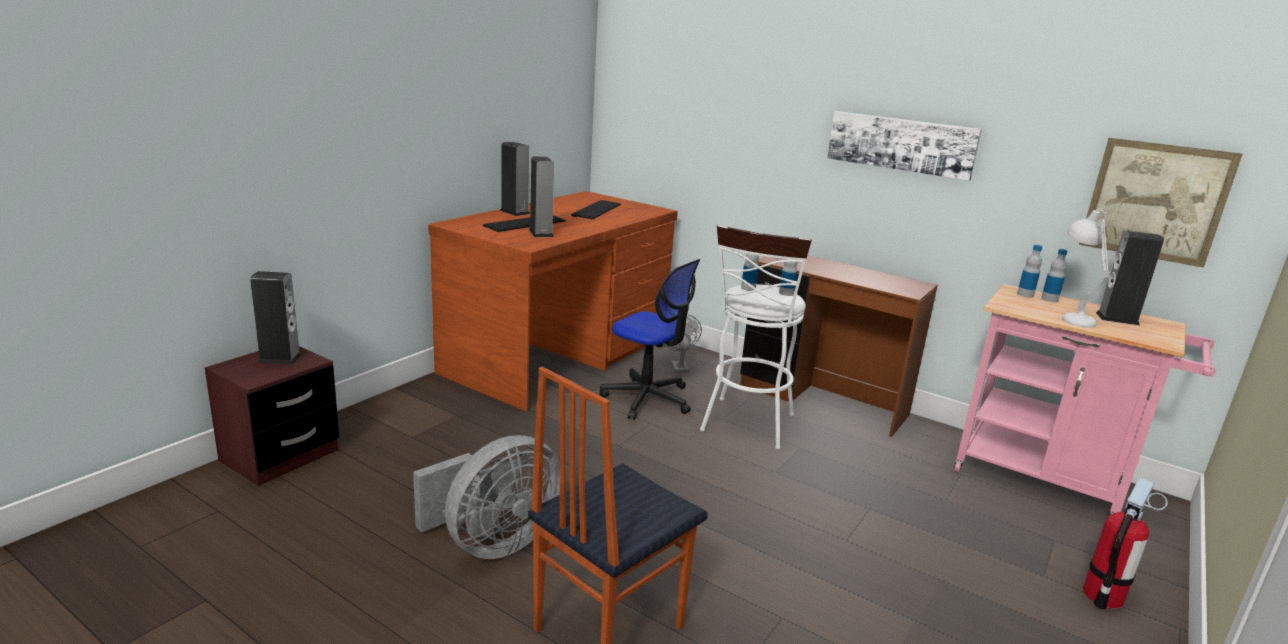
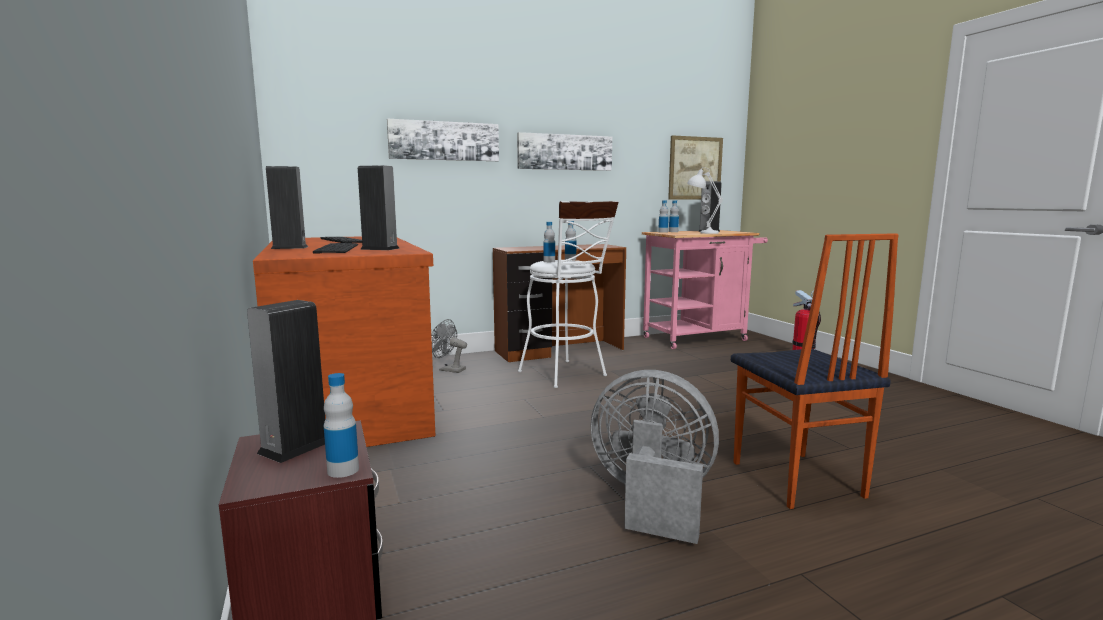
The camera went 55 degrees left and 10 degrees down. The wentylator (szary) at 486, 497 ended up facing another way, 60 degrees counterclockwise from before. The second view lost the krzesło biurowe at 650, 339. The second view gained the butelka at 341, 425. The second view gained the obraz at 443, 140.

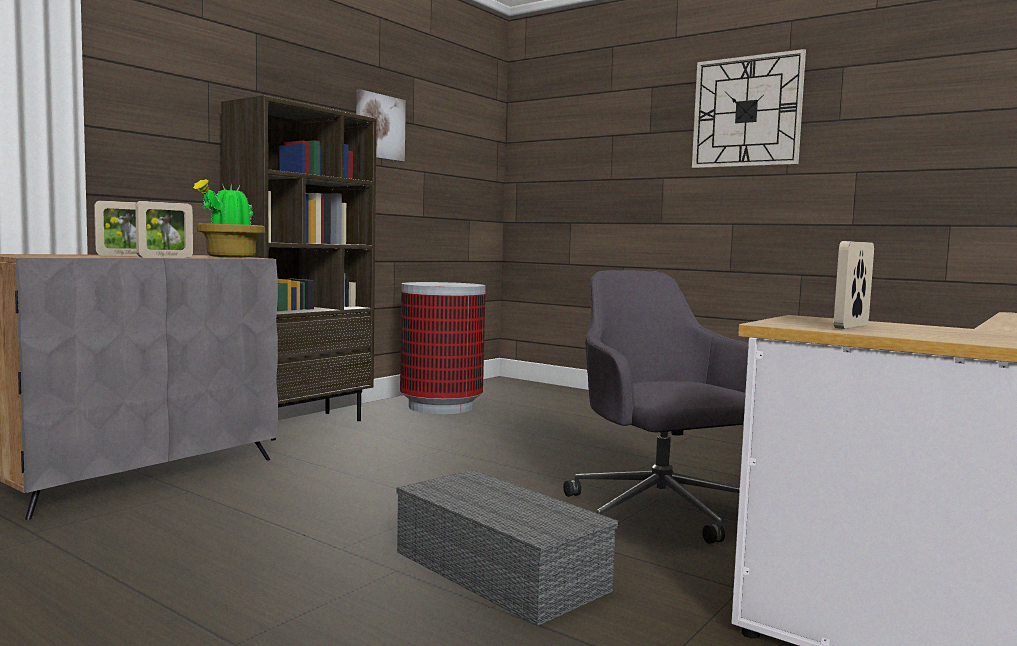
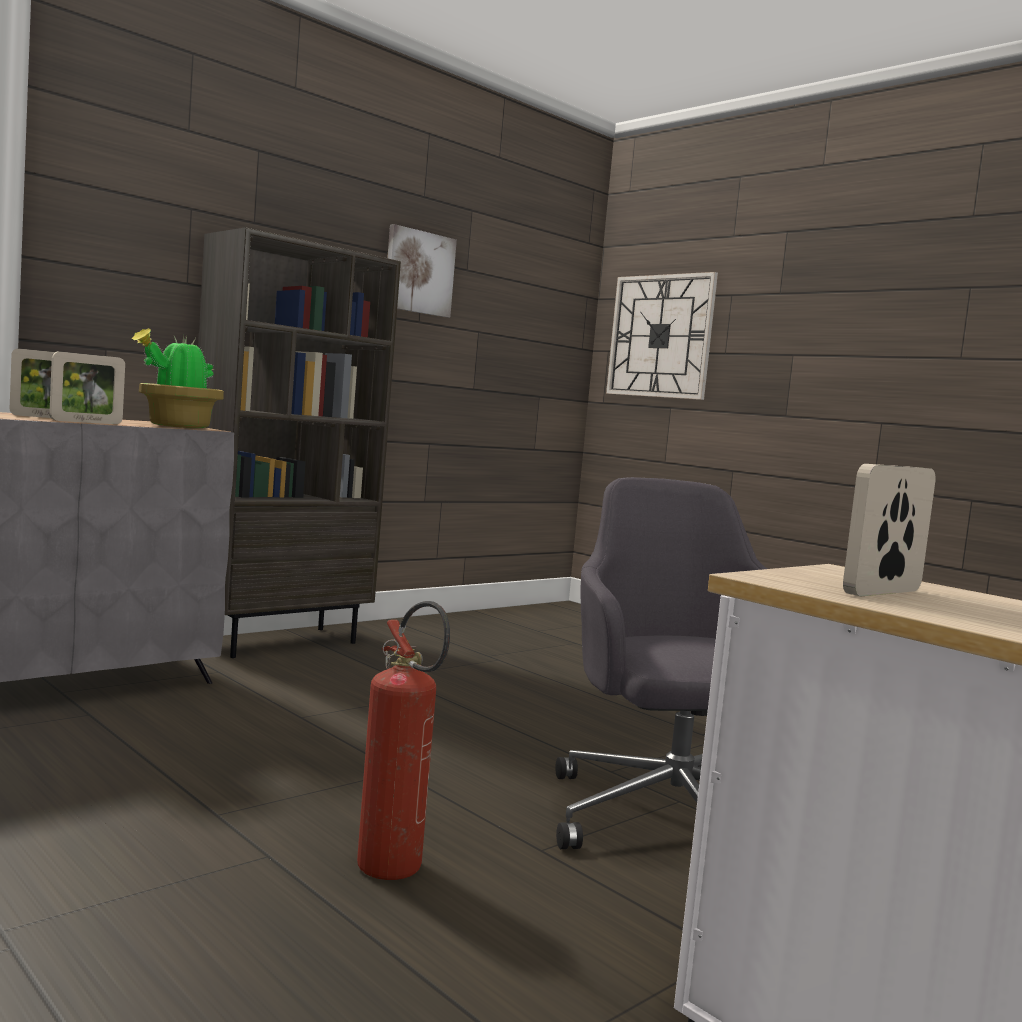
The camera went 10 degrees right and 0 degrees up. Where the pojemnik do przechowywania (szary) stood at 507, 547, the gaśnica came to stand at 403, 740. The second view lost the kosz na śmieci at 443, 348. The zegar ścienny ended up elsewhere, having gone from 749, 108 to 662, 336.

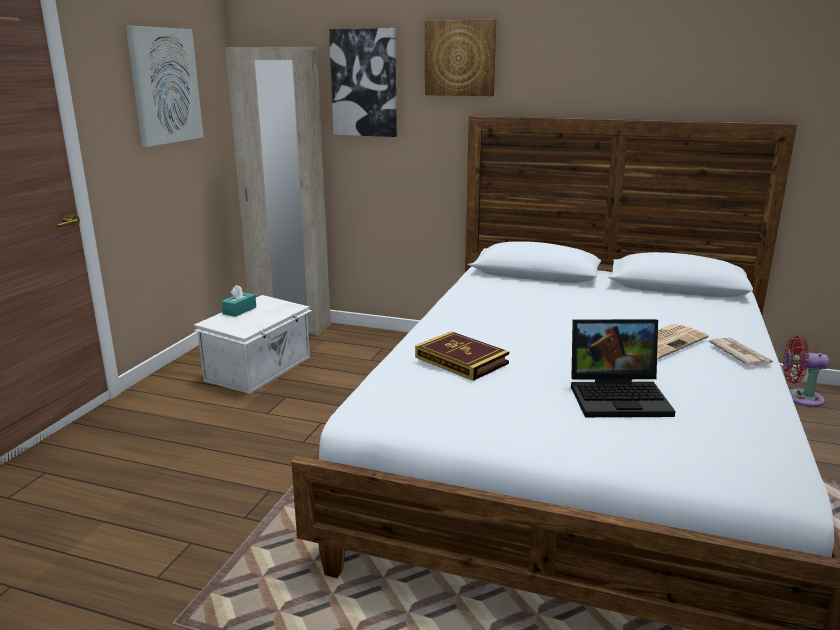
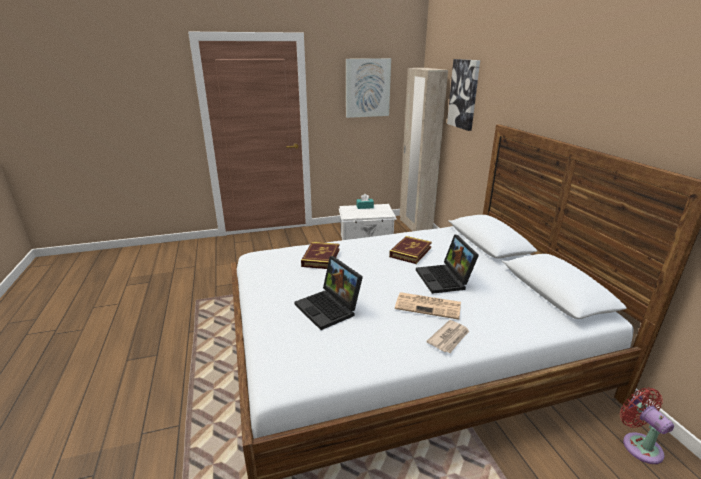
The camera went 55 degrees right and 5 degrees up. The second view lost the obraz at 460, 57. The second view gained the książka at 410, 250. The second view gained the laptop at 447, 264.

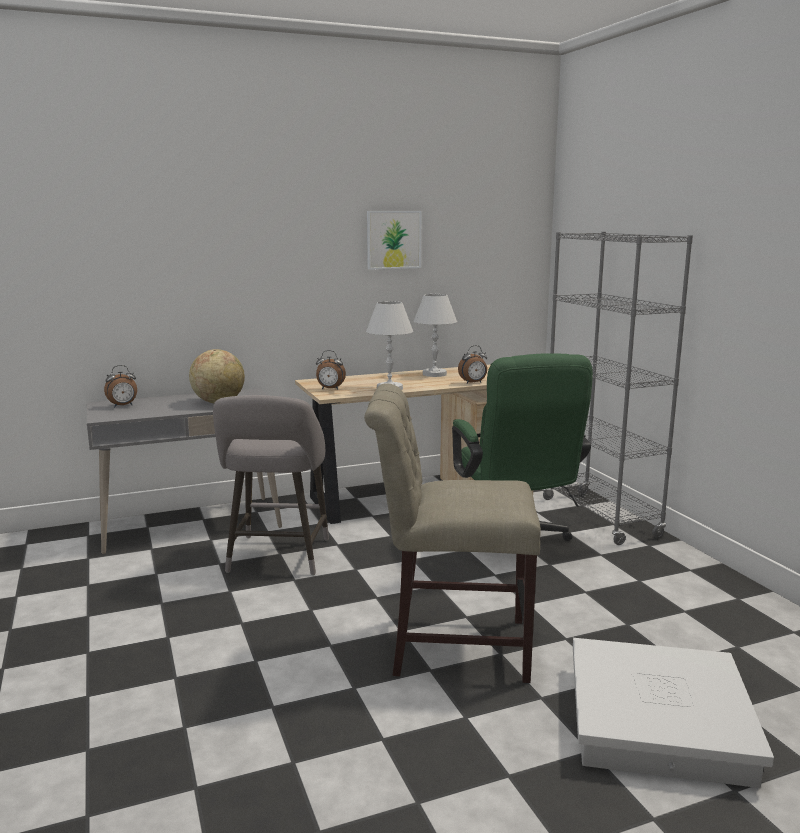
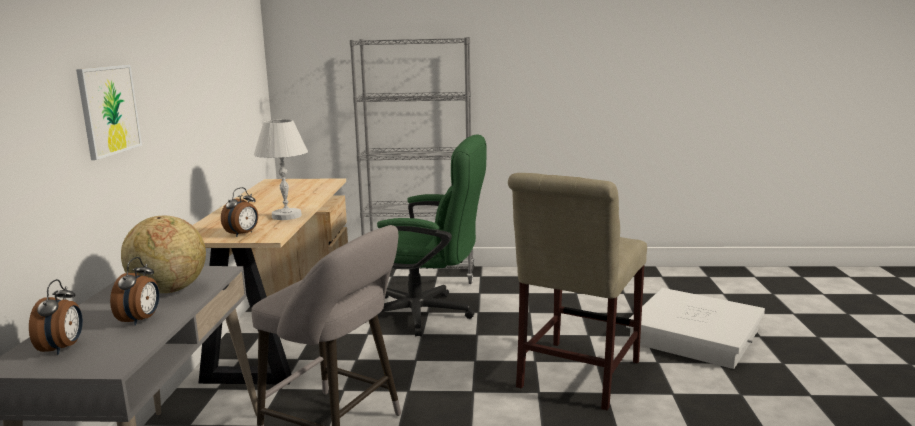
The camera went 65 degrees left and 0 degrees up. The obraz ended up elsewhere, having gone from 394, 240 to 109, 112. The second view lost the lampa stołowa (biały) at 435, 335. The budzik ended up elsewhere, having gone from 472, 364 to 134, 291.

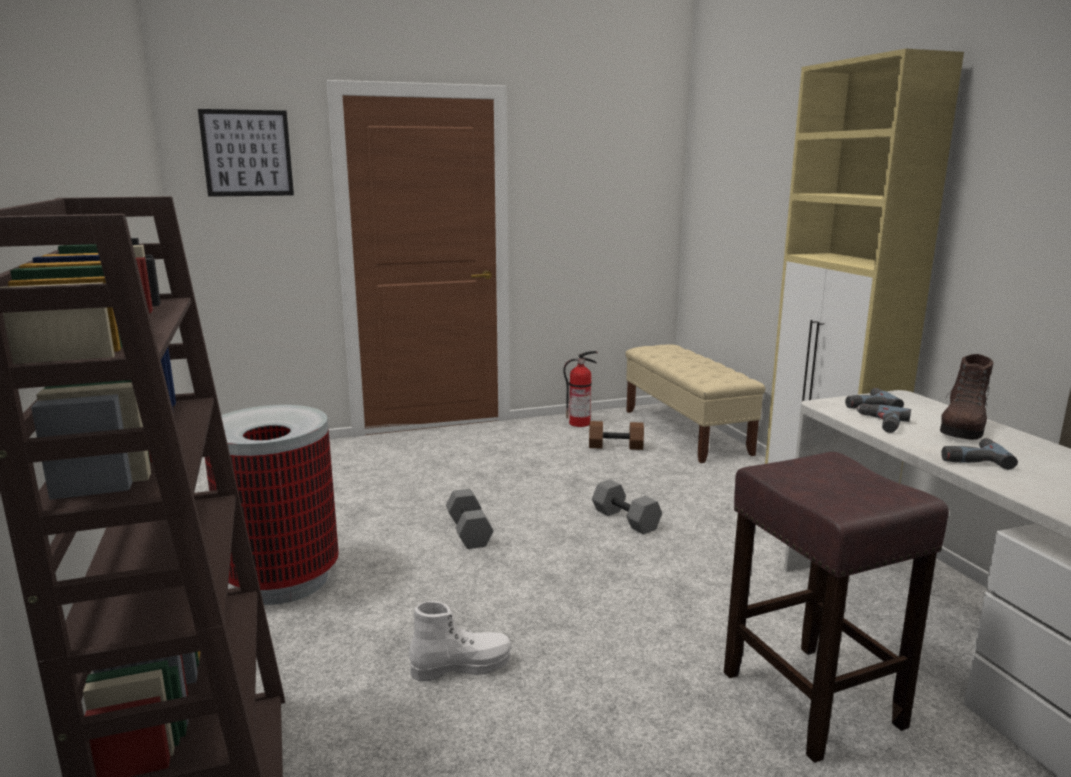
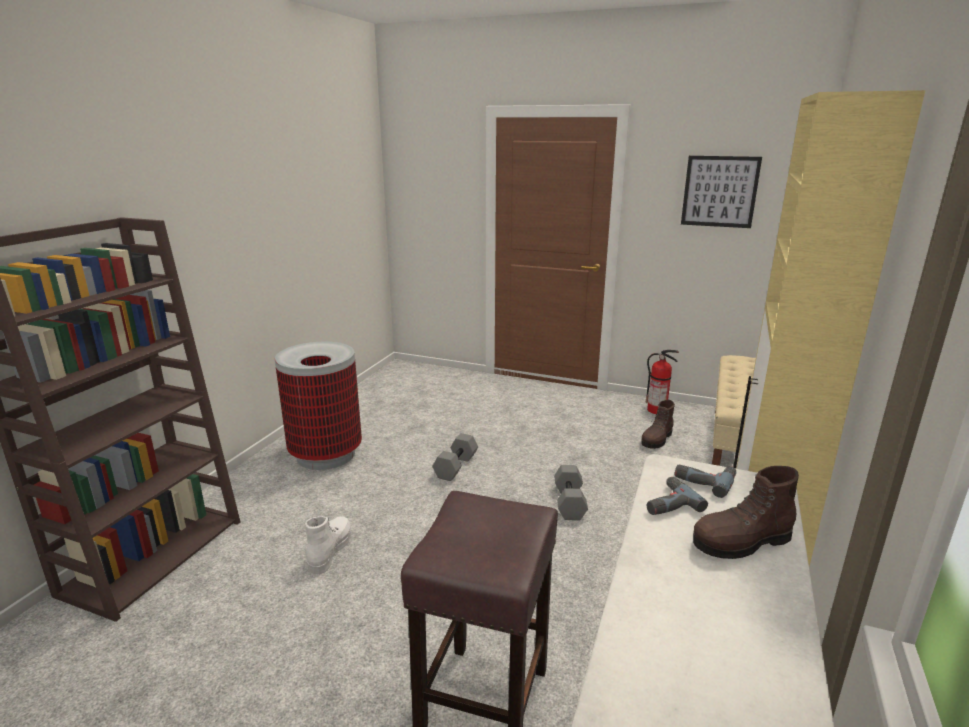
The camera went 40 degrees right and 5 degrees up. The obraz ended up elsewhere, having gone from 246, 153 to 721, 192. The but z cholewką (biały) at 460, 641 ended up facing another way, 105 degrees counterclockwise from before. Where the hantel (brązowy) stood at 616, 435, the but z cholewką (brązowy) came to stand at 658, 424. The second view lost the wiertarka at 979, 454.

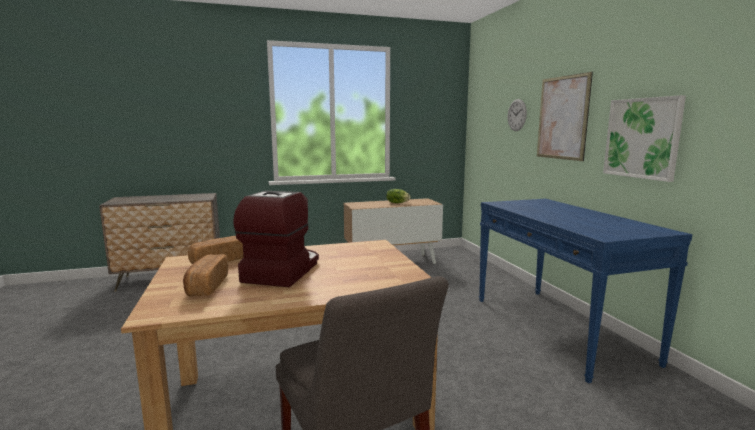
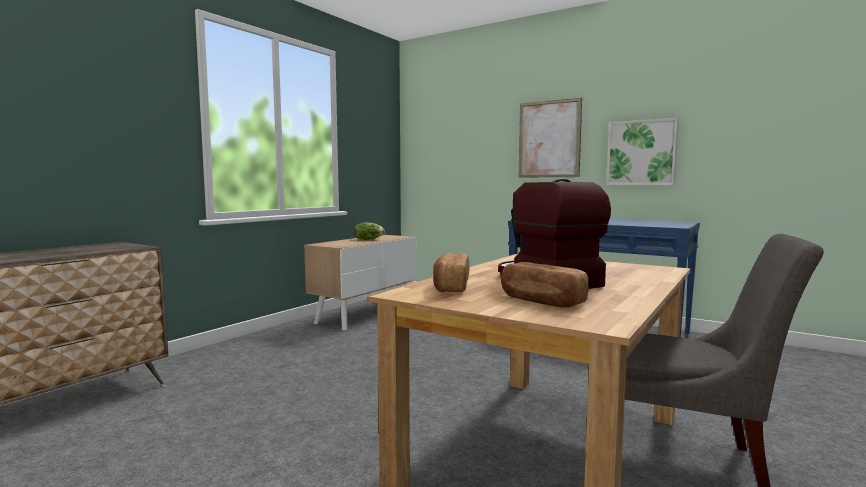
The camera went 40 degrees left and 5 degrees down. The second view lost the zegar ścienny at 517, 115.

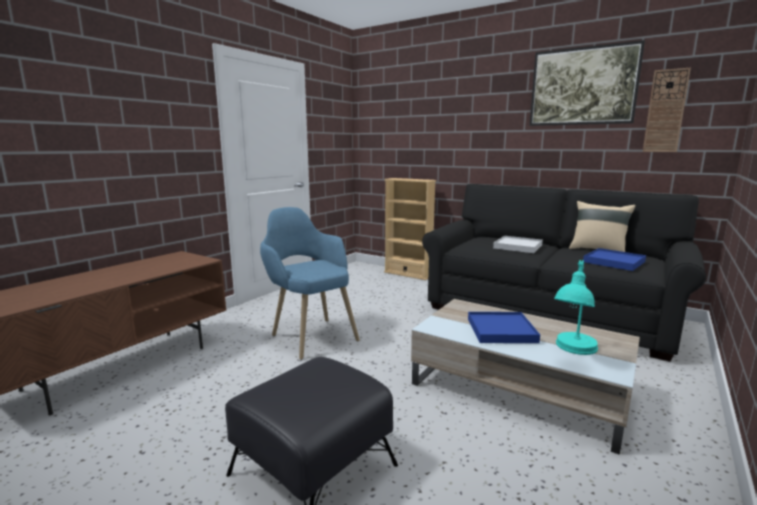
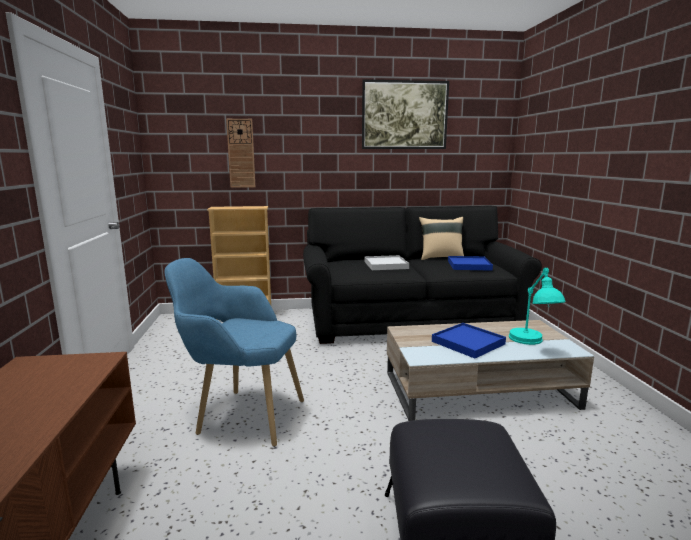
The camera went 40 degrees left and 0 degrees up. The zegar ścienny ended up elsewhere, having gone from 667, 110 to 240, 153.

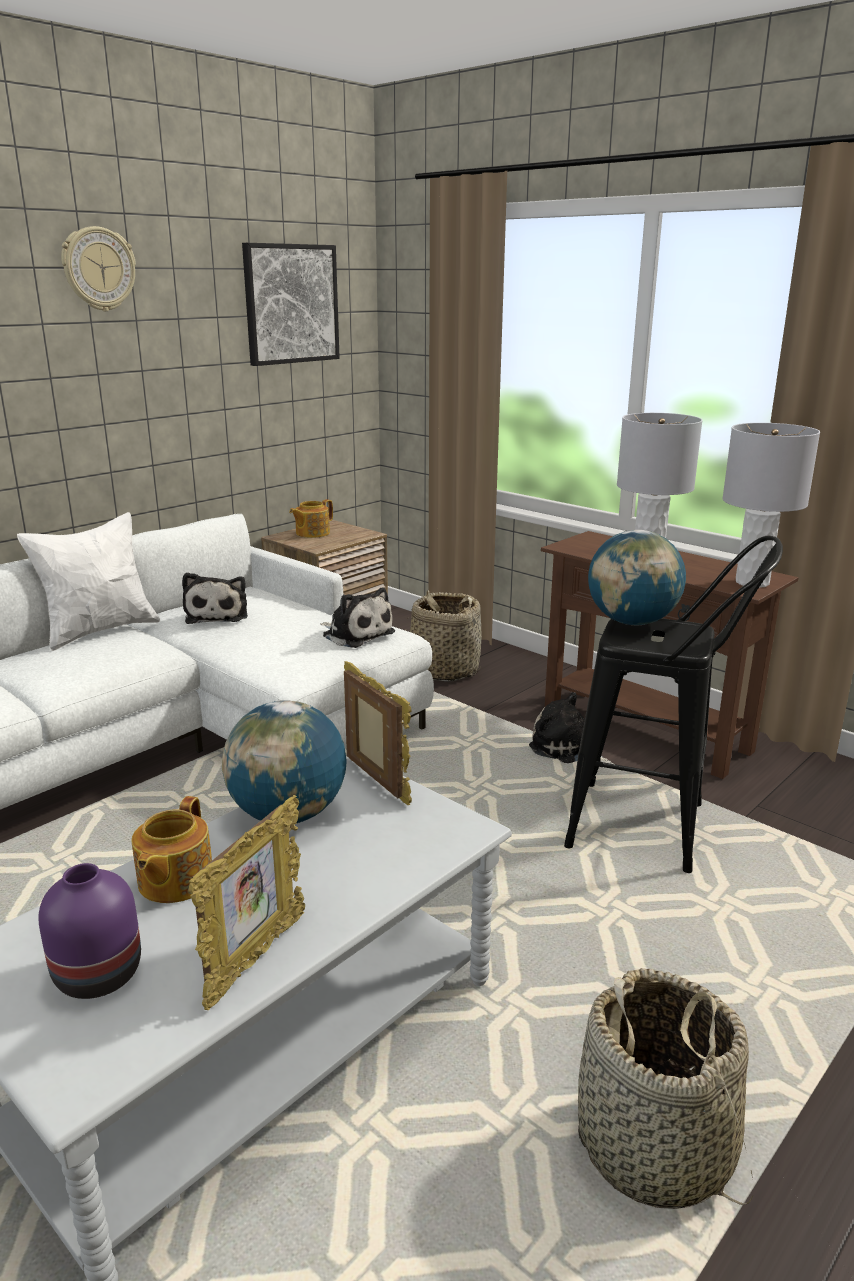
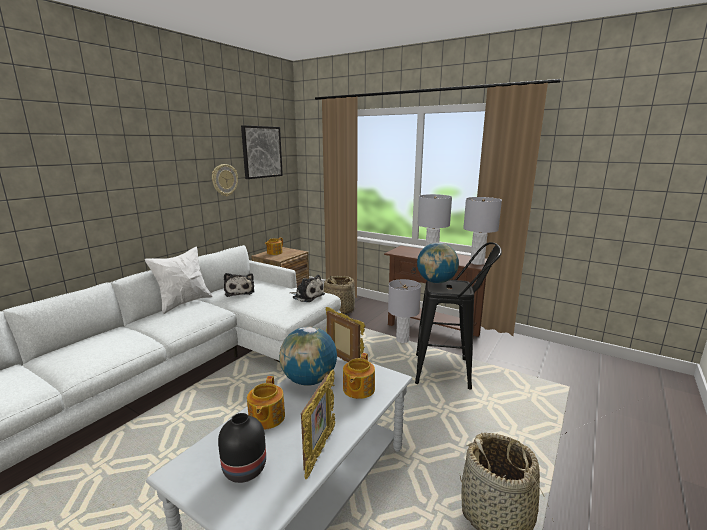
The camera went 10 degrees left and 5 degrees down. What was the wazon (fioletowy) at 89, 931 turned into the wazon (czarny) at 242, 448. The zegar ścienny ended up elsewhere, having gone from 98, 268 to 225, 180. Where the pluszak stood at 570, 727, the lampa stołowa (szary) came to stand at 404, 311. The second view gained the imbryk at 359, 376.

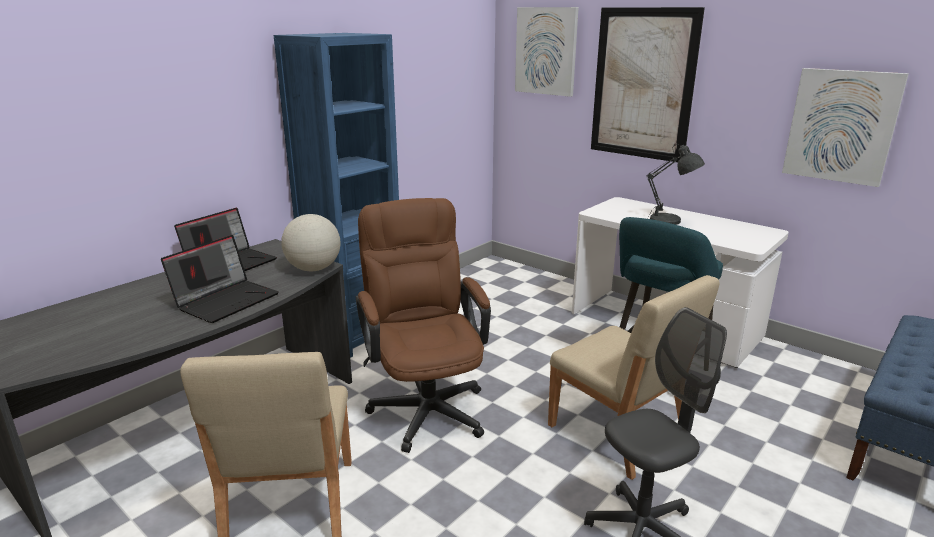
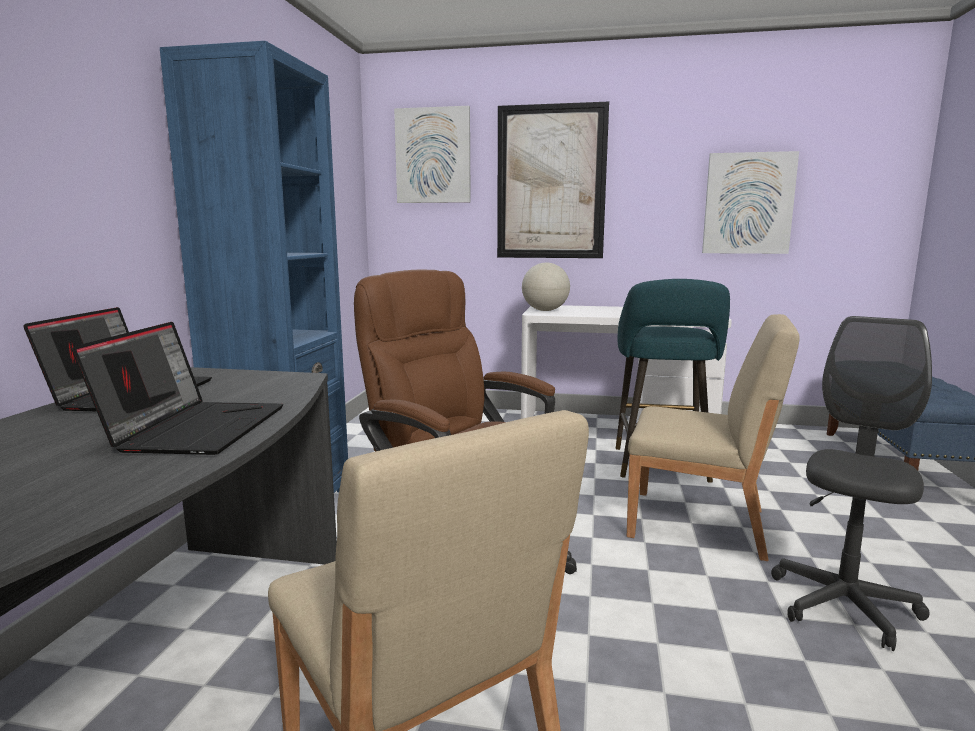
The camera went 30 degrees left and 10 degrees down. The globus ended up elsewhere, having gone from 310, 242 to 546, 287. The second view lost the lampa stołowa (szary) at 675, 185.

